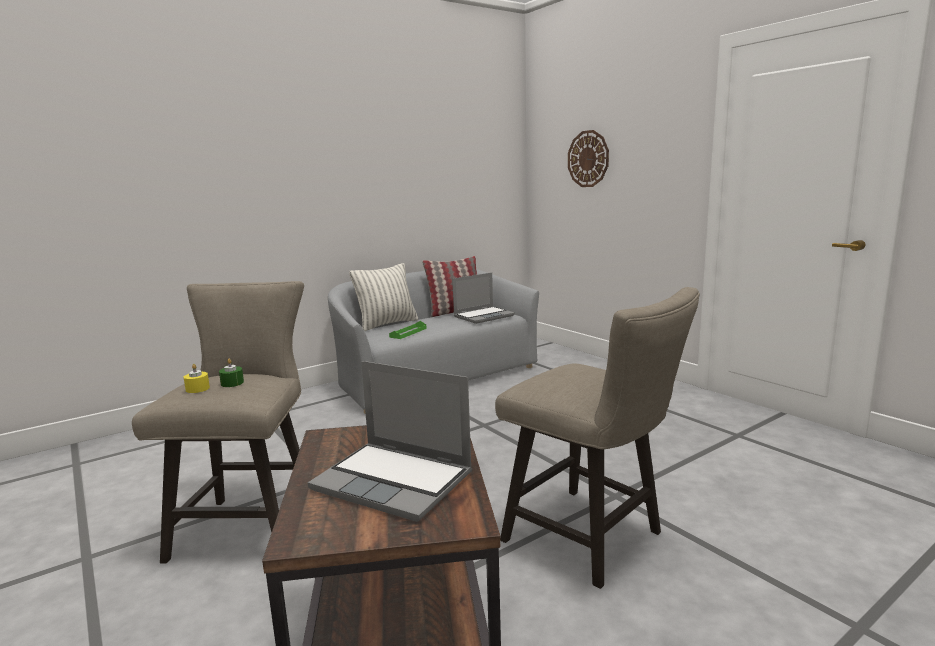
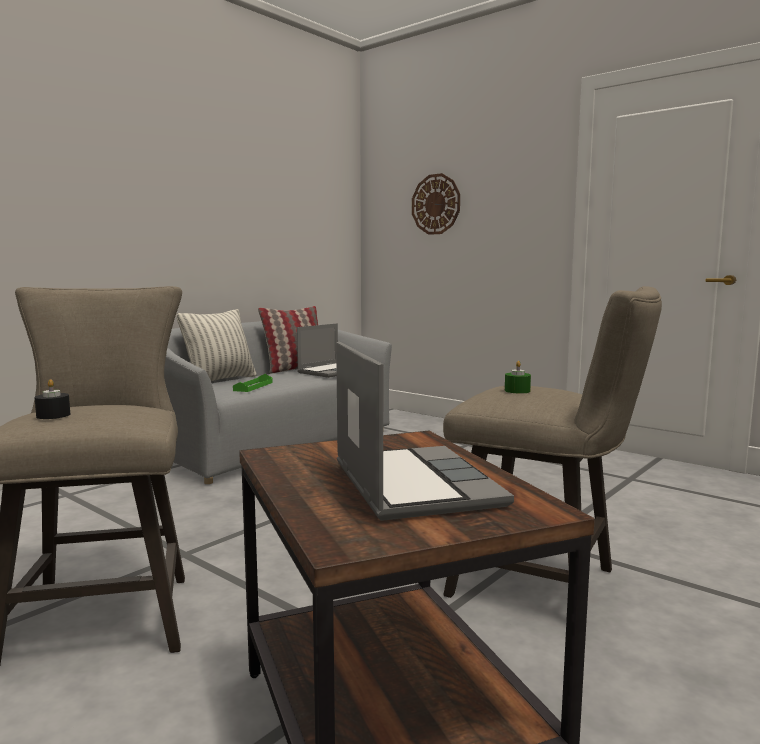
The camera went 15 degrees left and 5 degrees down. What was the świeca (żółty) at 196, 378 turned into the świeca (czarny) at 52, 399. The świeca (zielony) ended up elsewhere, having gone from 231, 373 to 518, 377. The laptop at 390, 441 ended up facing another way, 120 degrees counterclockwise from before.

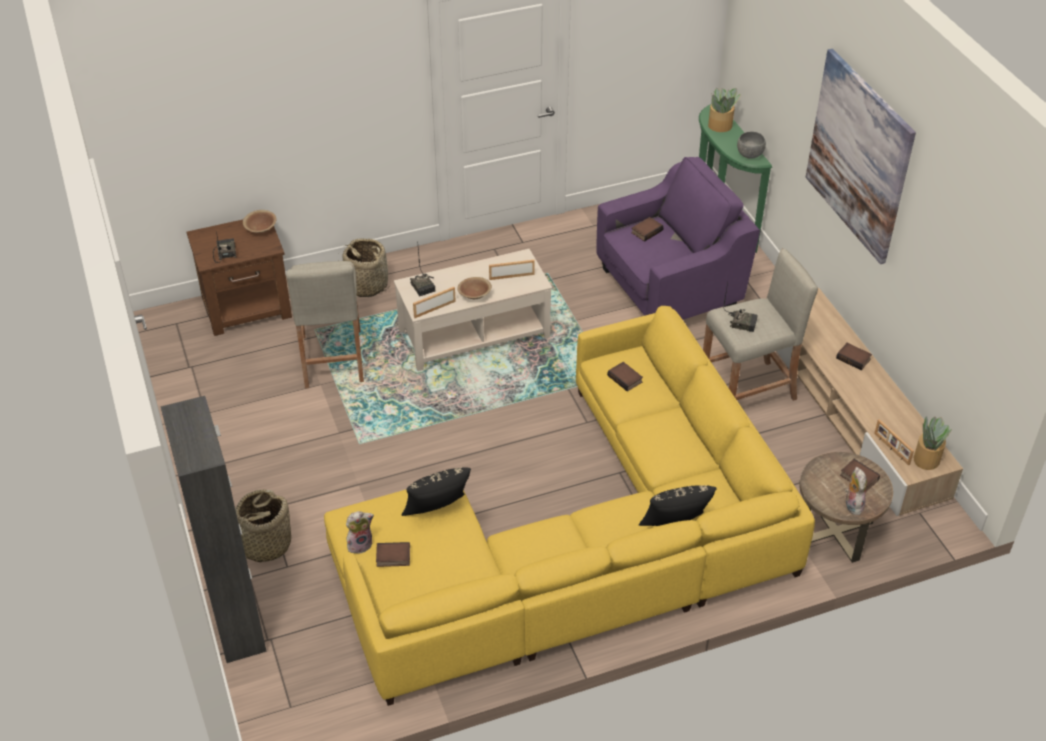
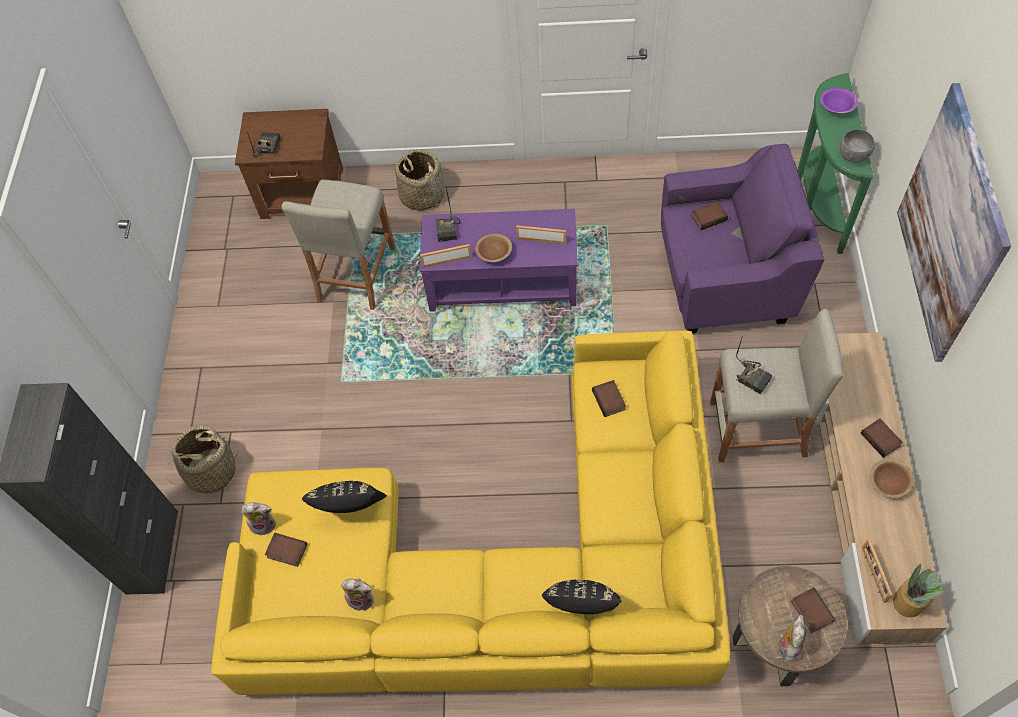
The camera went 25 degrees right and 15 degrees up. The miska (brązowy) ended up elsewhere, having gone from 259, 221 to 892, 478. What was the ława (beżowy) at 473, 310 turned into the ława (fioletowy) at 499, 260. Where the roślina doniczkowa stood at 724, 110, the miska (fioletowy) came to stand at 839, 101. The second view gained the pluszak at 357, 595.

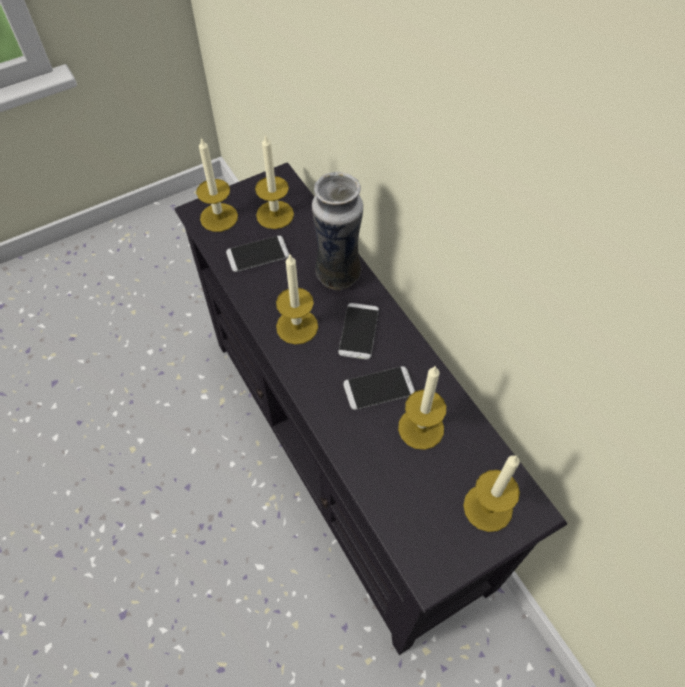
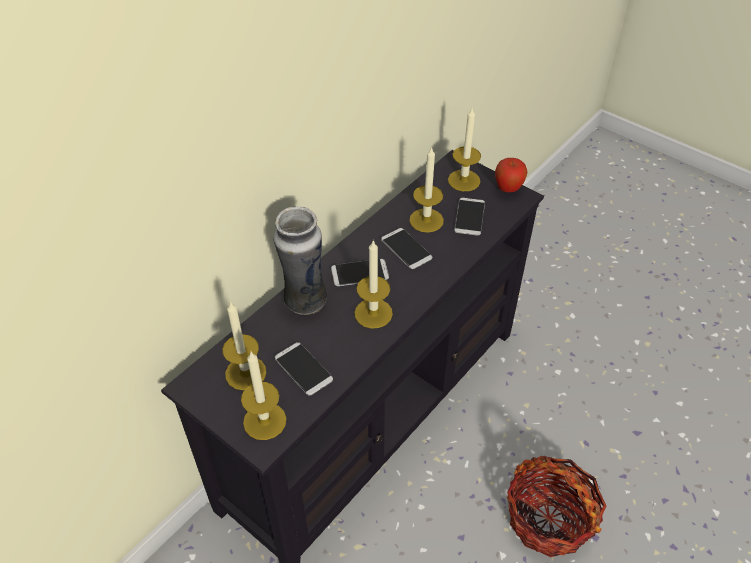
The camera went 110 degrees left and 10 degrees down. The second view gained the telefon at 469, 217. The second view gained the jabłko at 511, 175. The second view gained the koszyk at 556, 507.

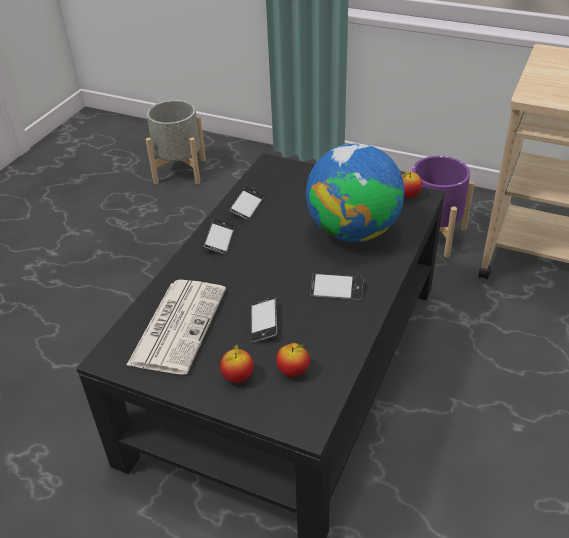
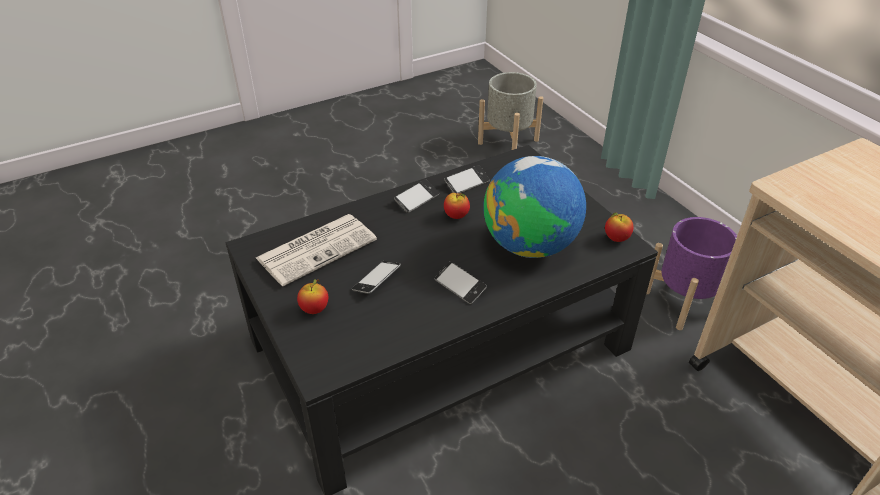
The camera went 35 degrees right and 0 degrees up. The jabłko ended up elsewhere, having gone from 293, 360 to 457, 206.

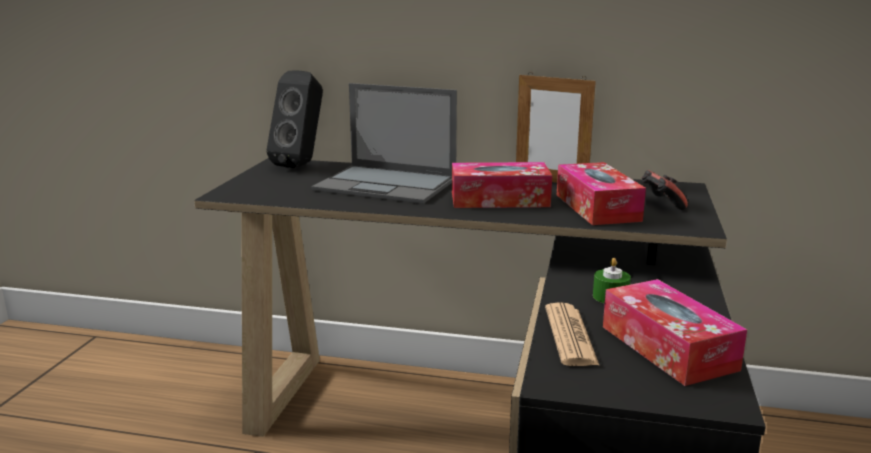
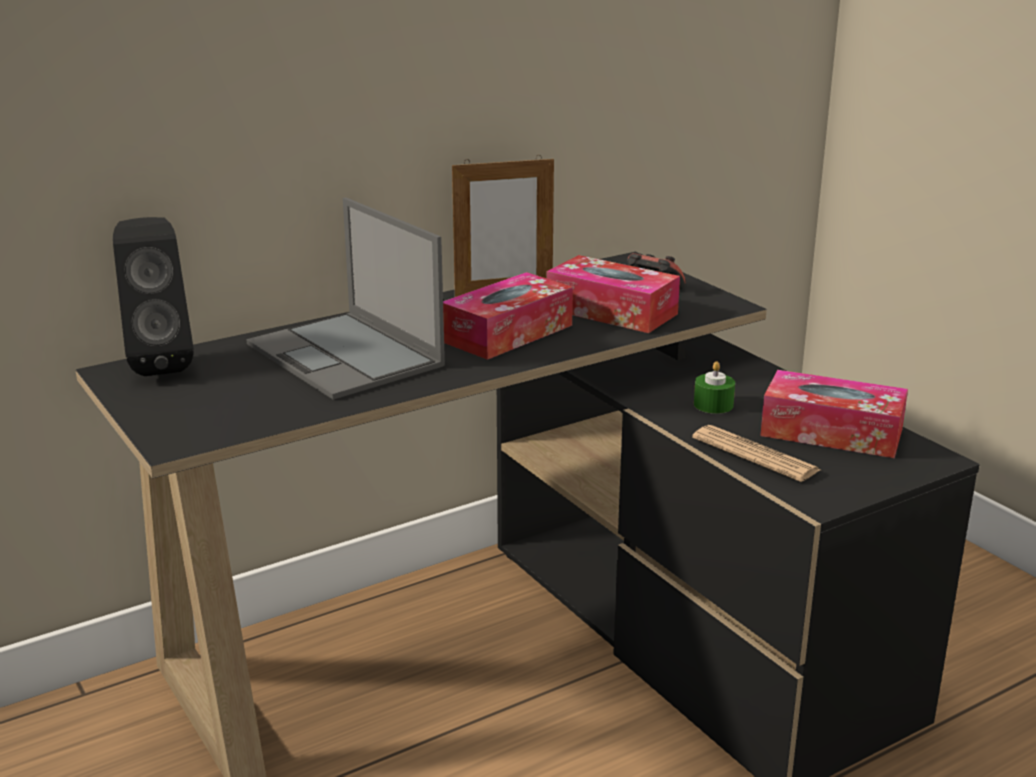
The camera went 45 degrees left and 5 degrees up. The laptop at 384, 143 ended up facing another way, 75 degrees clockwise from before.

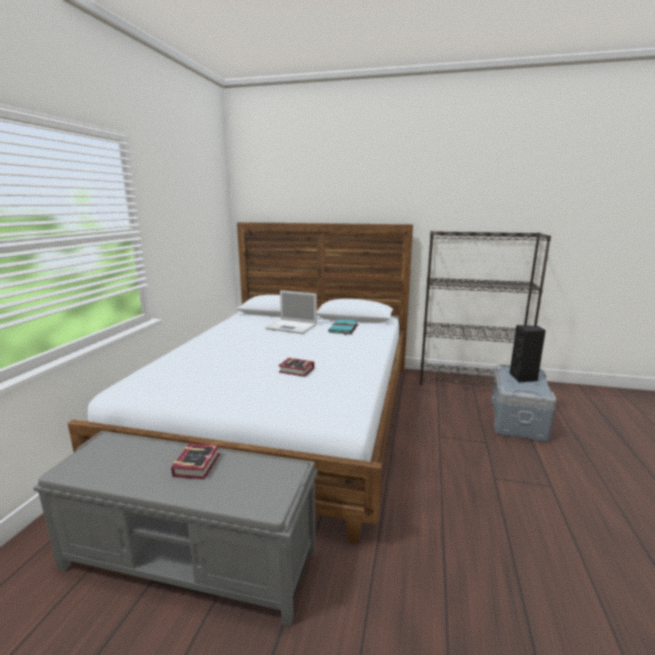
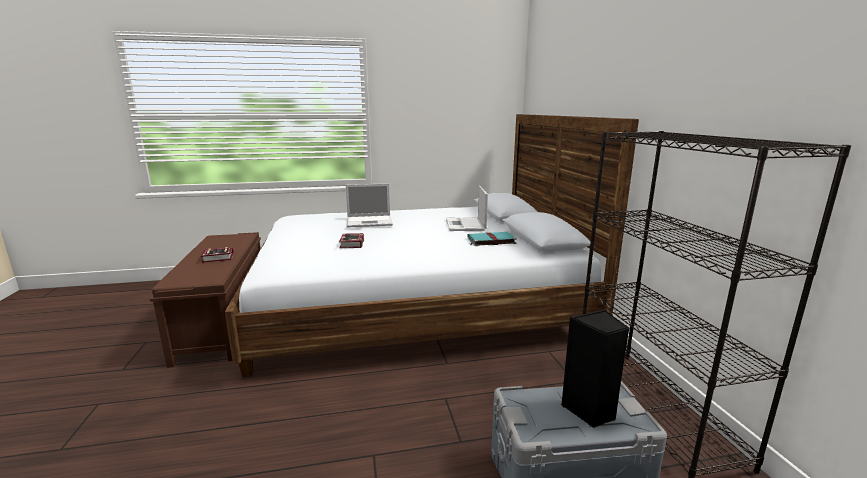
The camera went 65 degrees right and 0 degrees up. What was the ławka (szary) at 175, 528 turned into the ławka (brązowy) at 205, 300. The second view gained the laptop at 369, 205.

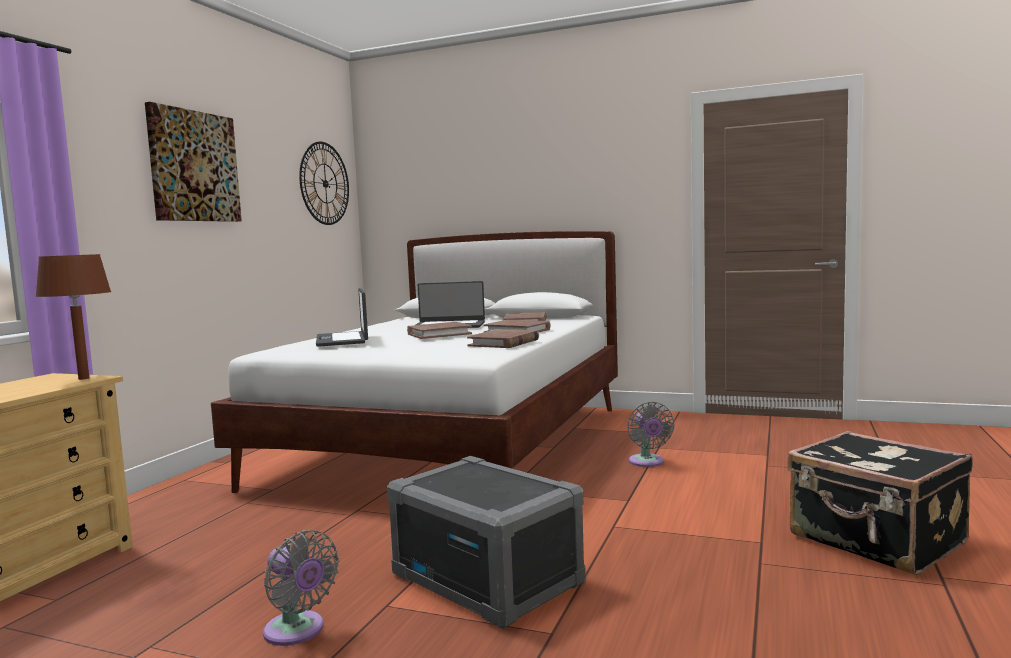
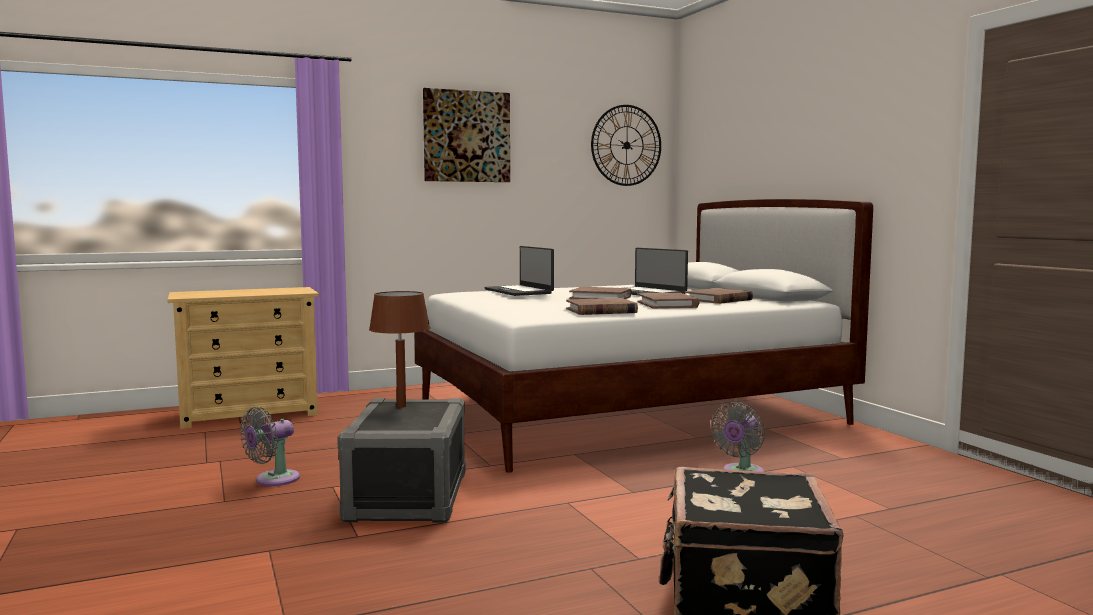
The camera went 45 degrees right and 0 degrees up. The lampa stołowa (brązowy) ended up elsewhere, having gone from 73, 317 to 399, 349. The wentylator (szary) at 301, 588 ended up facing another way, 45 degrees clockwise from before. The laptop at 342, 317 ended up facing another way, 60 degrees counterclockwise from before.

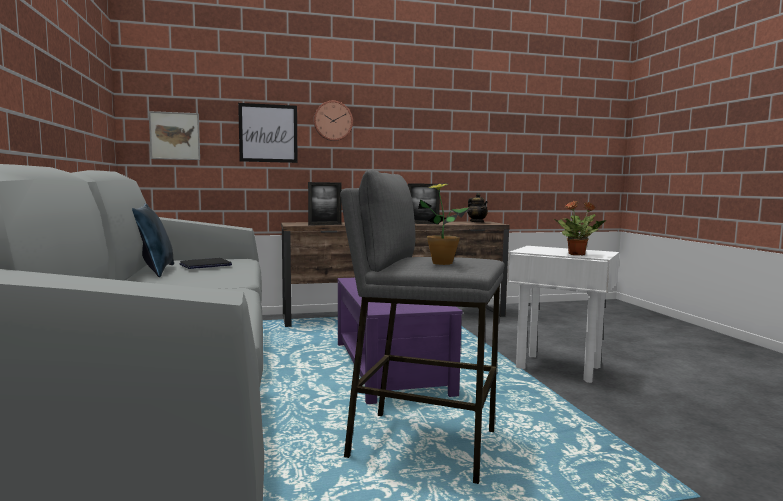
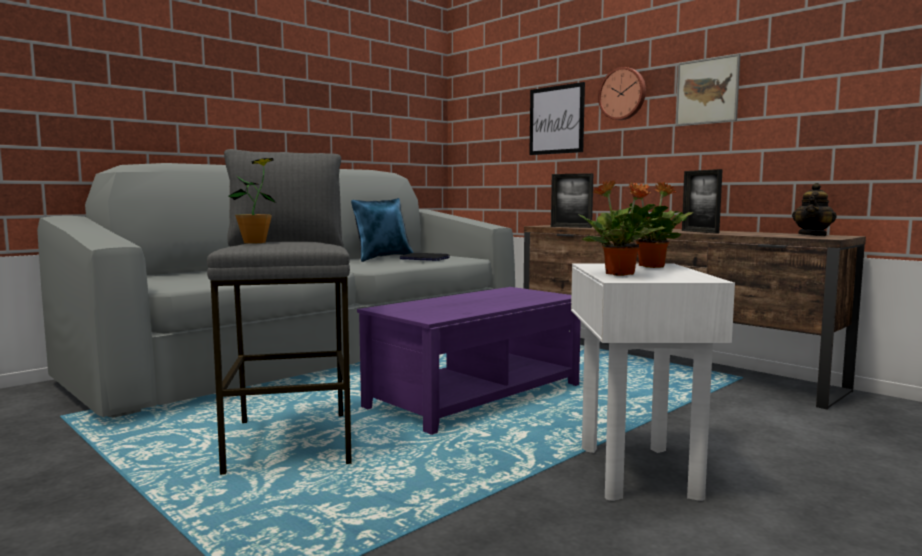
The camera went 60 degrees right and 0 degrees up. The obraz ended up elsewhere, having gone from 174, 135 to 707, 90. The second view gained the roślina doniczkowa at 653, 225.

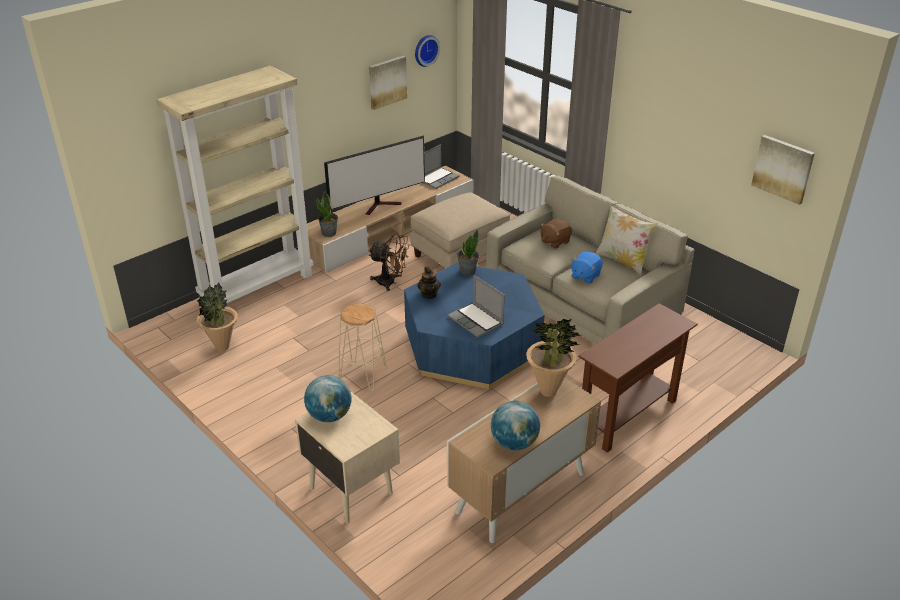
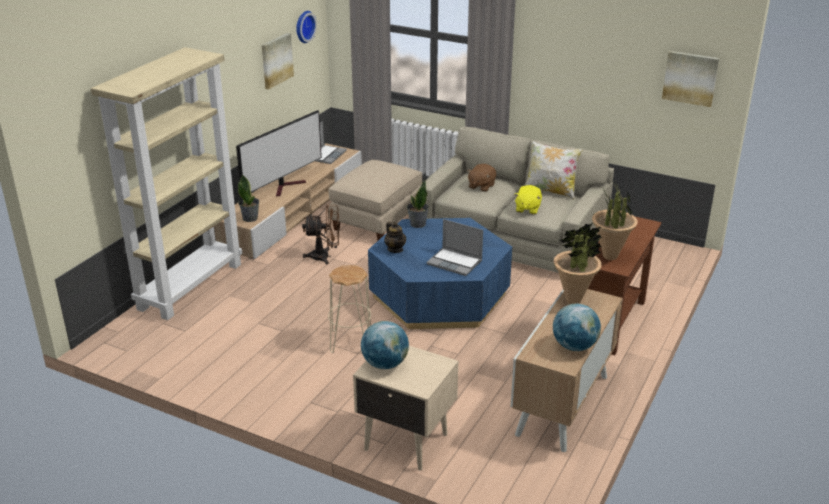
The camera went 20 degrees left and 5 degrees down. The roślina doniczkowa ended up elsewhere, having gone from 217, 317 to 615, 219. What was the pluszak (niebieski) at 586, 268 turned into the pluszak (żółty) at 528, 199.

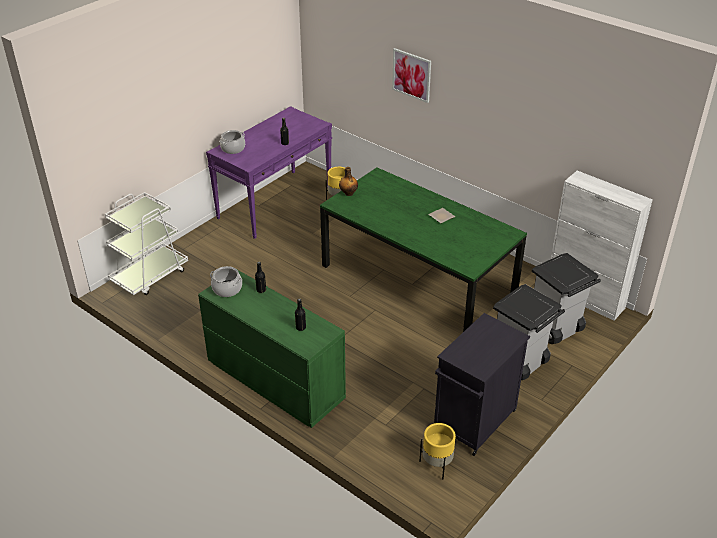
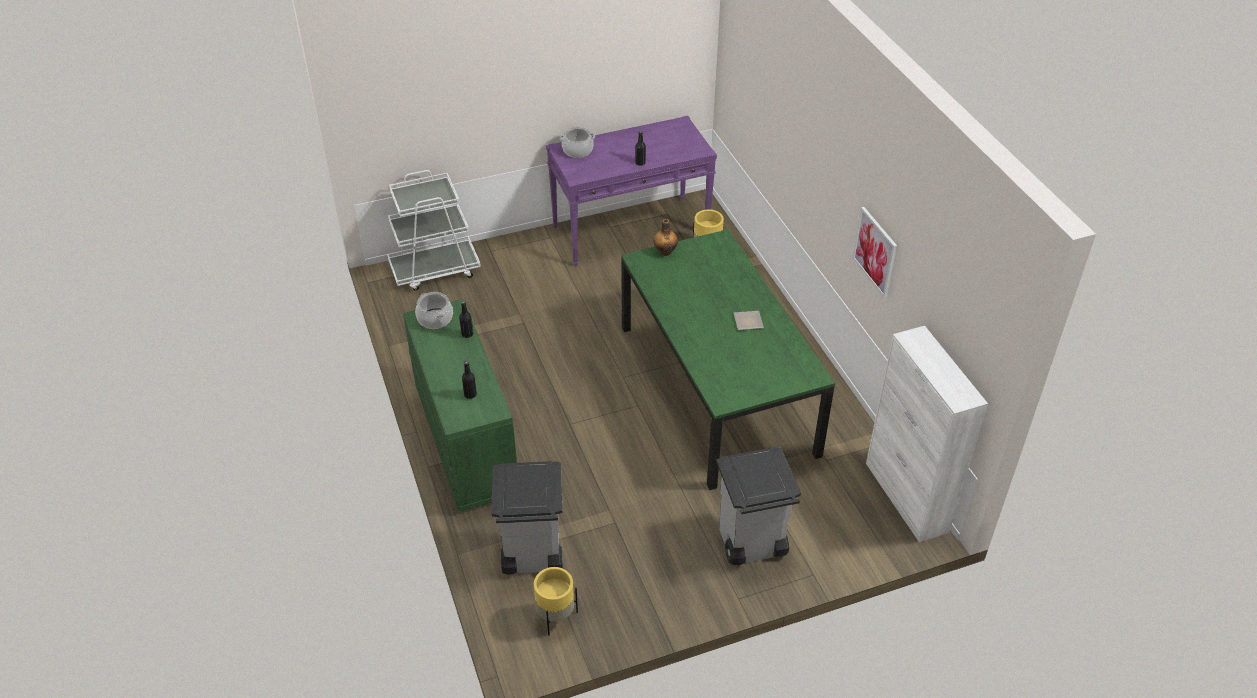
The camera went 30 degrees right and 5 degrees up. The obraz ended up elsewhere, having gone from 411, 75 to 875, 252. The second view lost the szafka (czarny) at 482, 384. The kosz na śmieci (szary) ended up elsewhere, having gone from 566, 298 to 527, 518.

